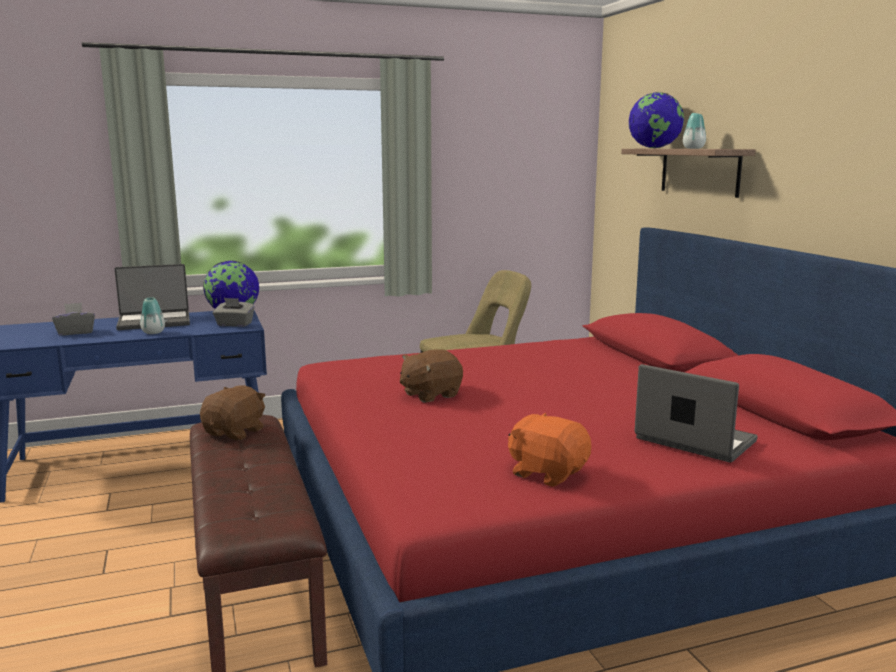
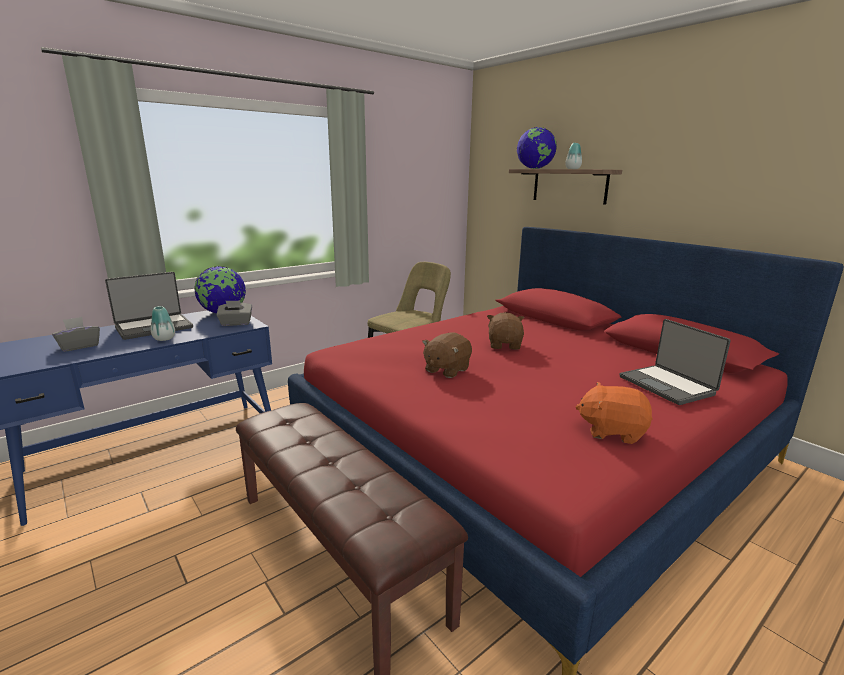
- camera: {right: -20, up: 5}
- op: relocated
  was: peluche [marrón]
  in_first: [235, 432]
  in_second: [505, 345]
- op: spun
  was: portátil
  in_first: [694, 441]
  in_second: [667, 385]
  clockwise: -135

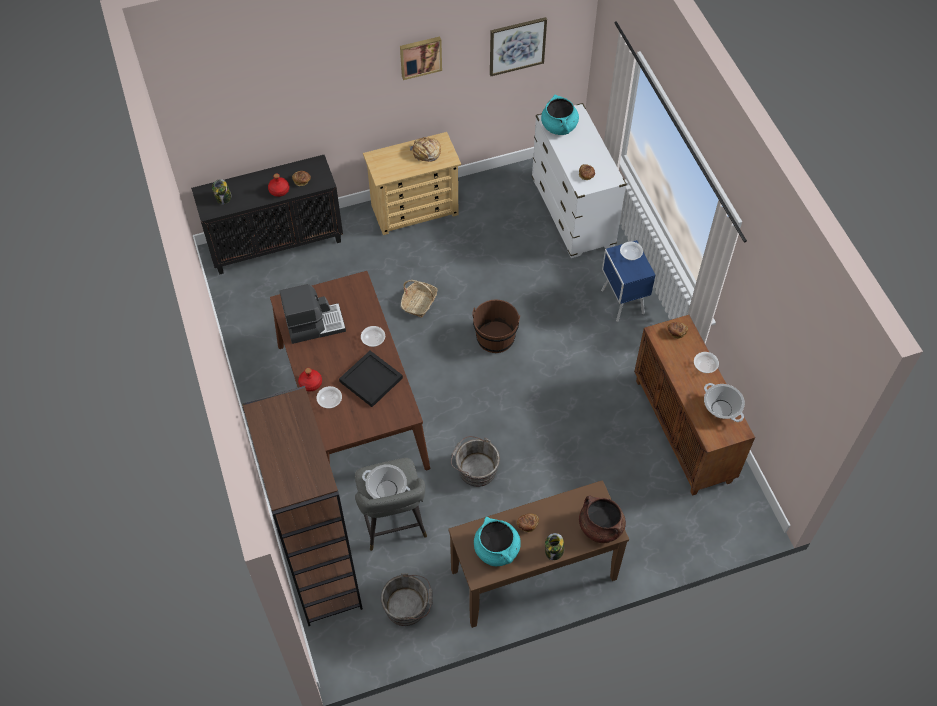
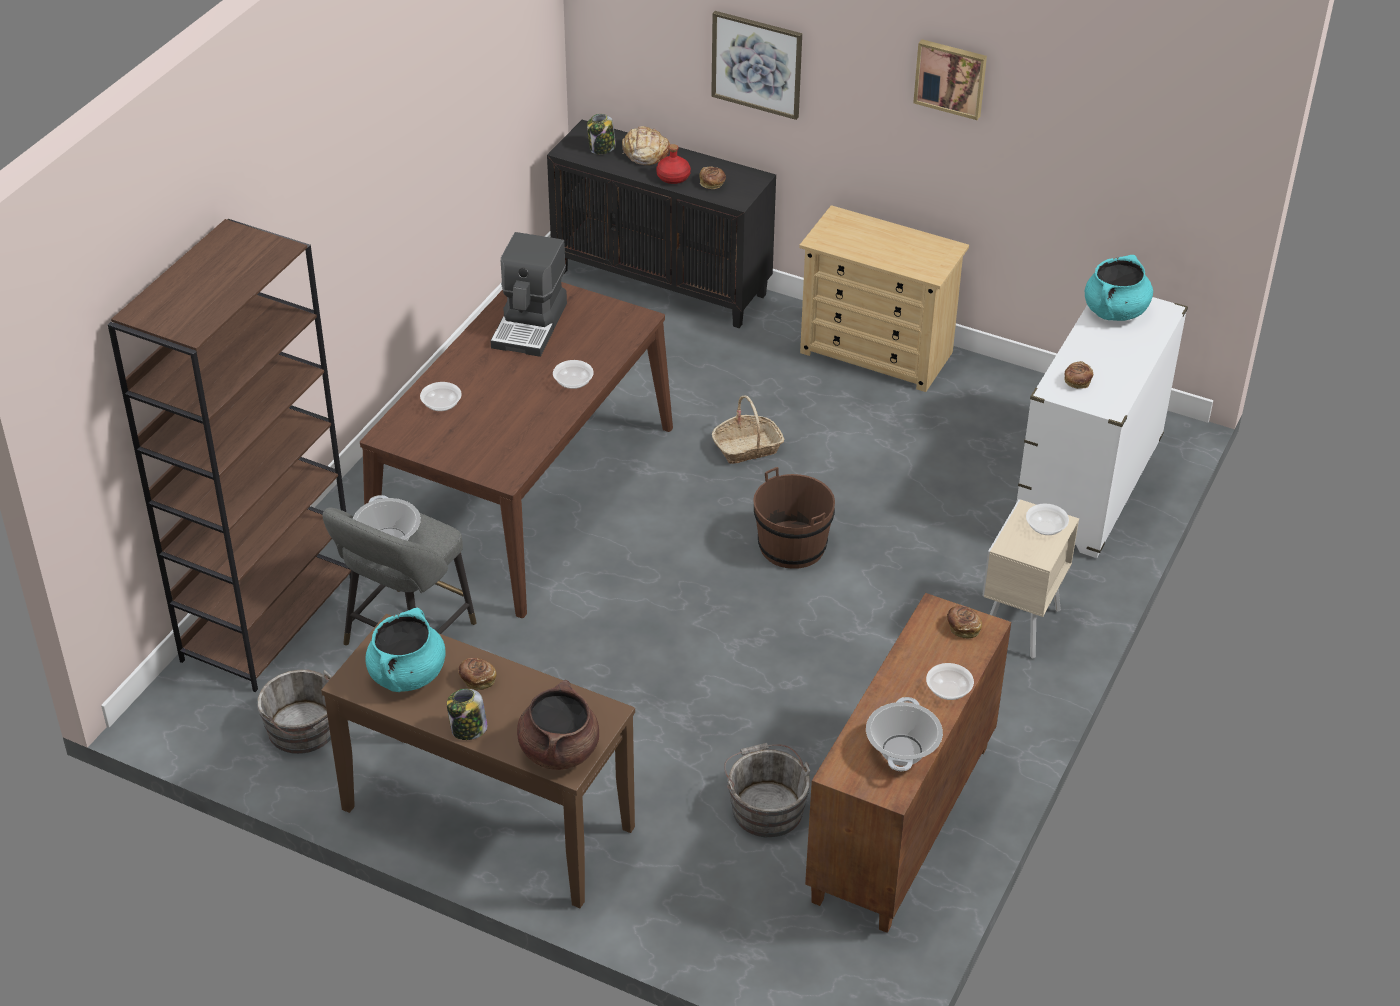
- camera: {right: 45, up: -15}
- op: spun
  was: cafetera
  in_first: [314, 324]
  in_second: [531, 325]
  clockwise: 75
- op: relocated
  was: pan
  in_first: [426, 153]
  in_second: [645, 153]
- op: relocated
  was: cuadro
  in_first: [517, 46]
  in_second: [757, 64]
- op: relocated
  was: cubo [gris]
  in_first: [475, 468]
  in_second: [766, 806]
- op: colour
  was: mesita de noche [azul]
  now: mesita de noche [beis]
  in_first: [622, 303]
  in_second: [1018, 626]
- op: missing
  was: botella [rojo]
  in_first: [311, 383]
- op: missing
  was: bandeja [negro]
  in_first: [370, 380]

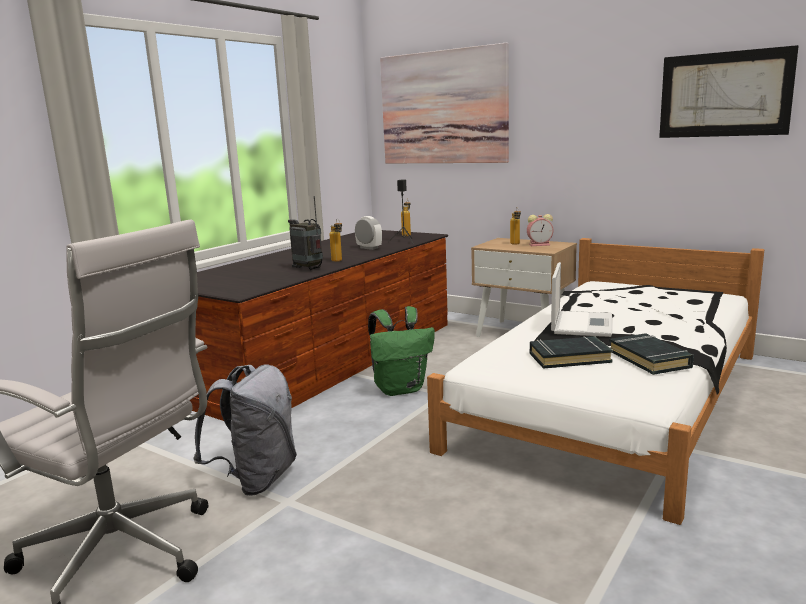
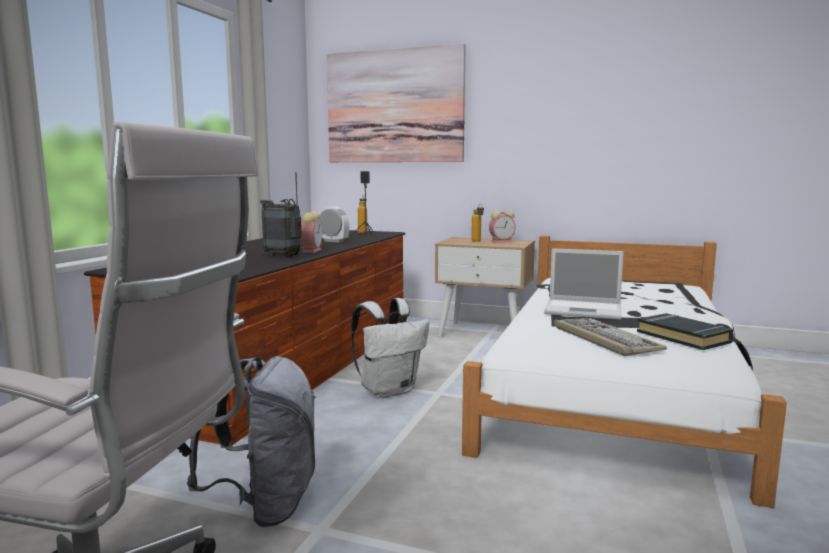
- camera: {right: -15, up: -5}
- op: exchanged
  was: botella
  now: despertador
  in_first: [338, 261]
  in_second: [312, 251]
- op: colour
  was: mochila [verde]
  now: mochila [blanco]
  in_first: [400, 389]
  in_second: [389, 390]
- op: spun
  was: portátil
  in_first: [581, 324]
  in_second: [584, 310]
  clockwise: 105
- op: exchanged
  was: libro [negro]
  now: teclado
  in_first: [569, 357]
  in_second: [603, 339]
- op: missing
  was: cuadro
  in_first: [724, 94]

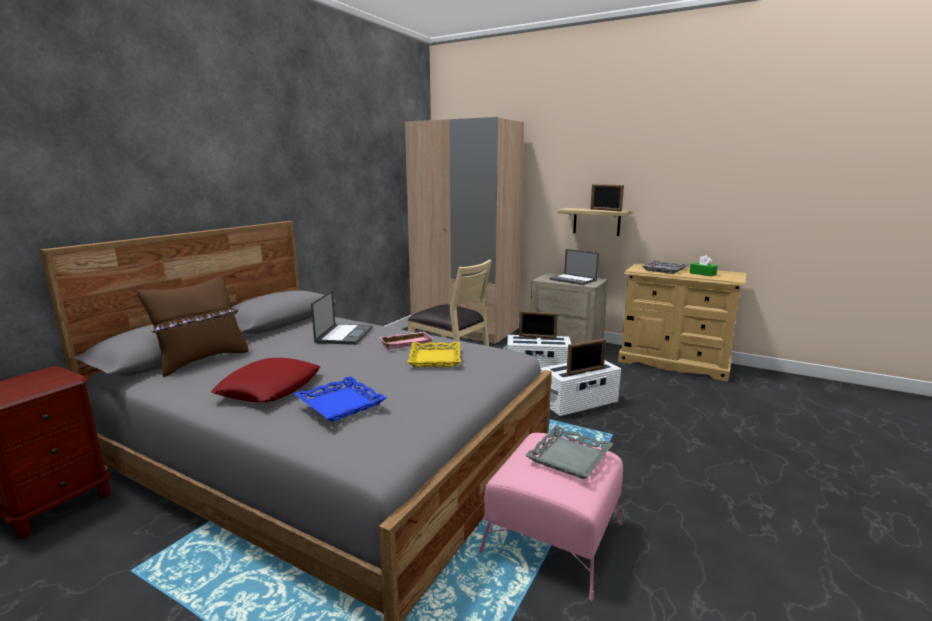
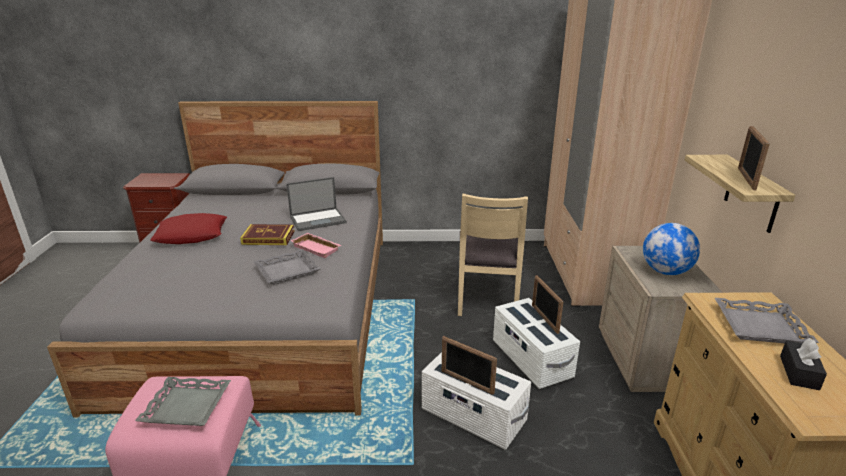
- camera: {right: 60, up: 10}
- op: appeared
  now: libro
  in_second: [268, 237]
- op: colour
  was: bandeja [amarillo]
  now: bandeja [gris]
  in_first: [434, 358]
  in_second: [287, 271]
- op: exchanged
  was: portátil
  now: globo terráqueo
  in_first: [574, 280]
  in_second: [665, 271]
- op: colour
  was: caja de pañuelos [verde]
  now: caja de pañuelos [negro]
  in_first: [702, 274]
  in_second: [799, 372]
- op: missing
  was: cojín [marrón]
  in_first: [202, 360]
- op: missing
  was: bandeja [azul]
  in_first: [341, 404]

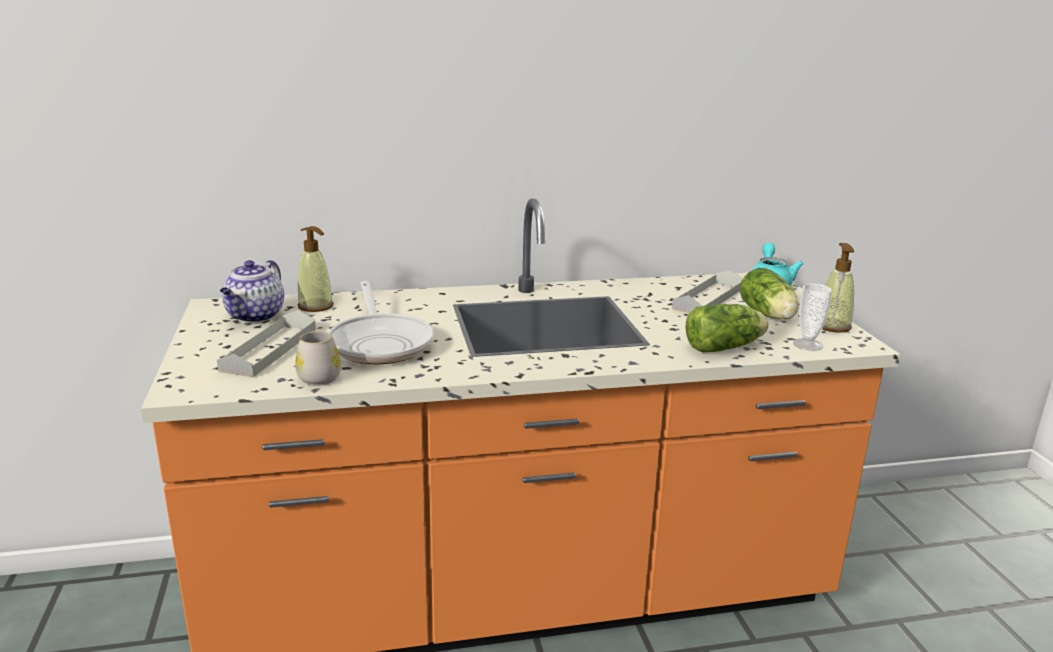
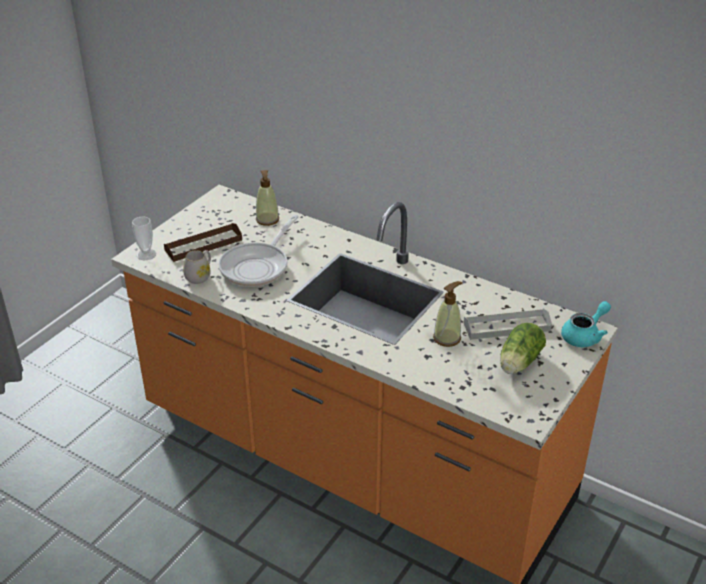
- camera: {right: 45, up: 15}
- op: relocated
  was: taza
  in_first: [807, 344]
  in_second: [146, 254]
- op: colour
  was: bandeja [gris]
  now: bandeja [marrón]
  in_first: [269, 349]
  in_second: [203, 245]
- op: relocated
  was: dispensador de jabón
  in_first: [832, 326]
  in_second: [447, 338]
- op: missing
  was: tetera
  in_first: [255, 316]
- op: missing
  was: lechuga
  in_first: [726, 347]

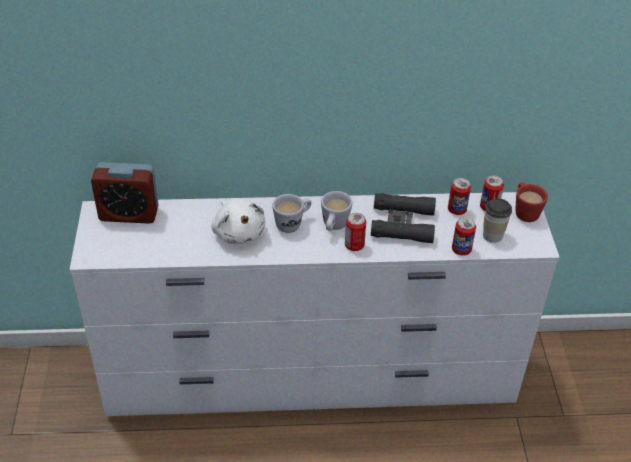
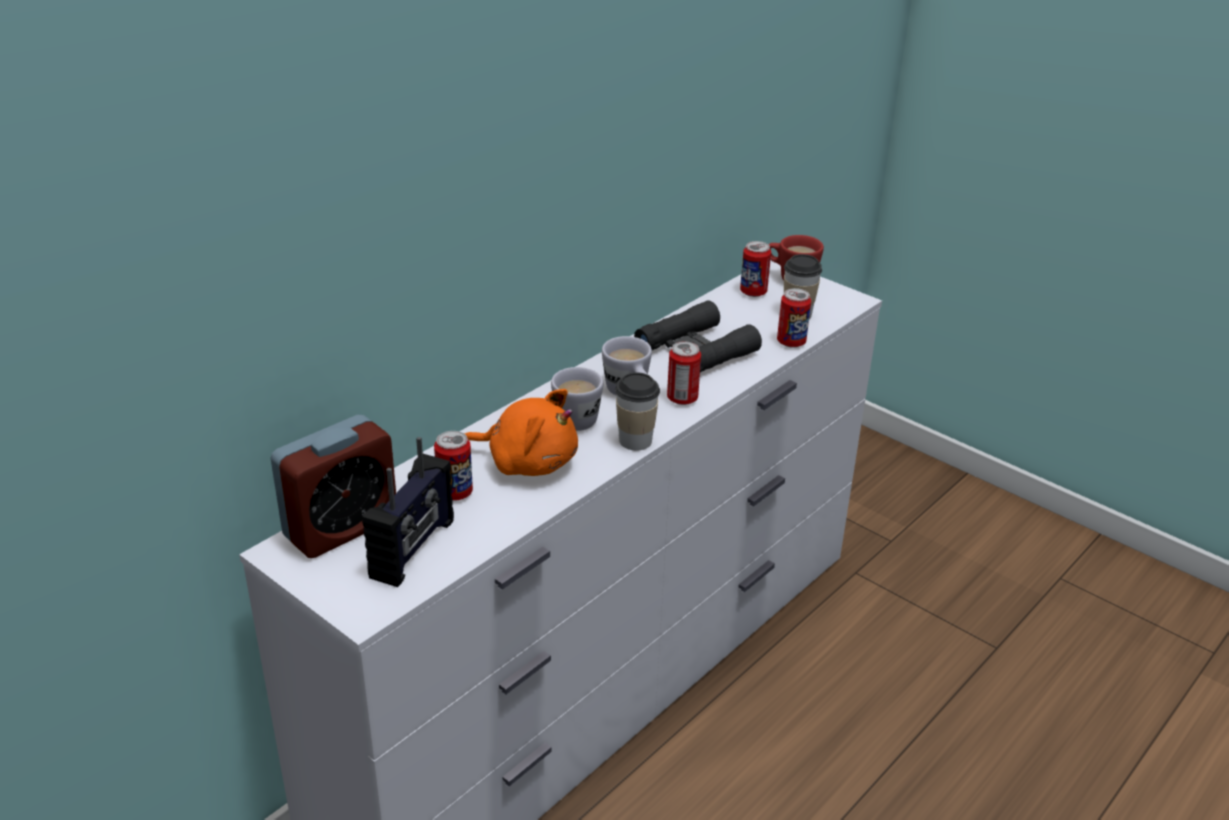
- camera: {right: -45, up: -10}
- op: appeared
  now: radio
  in_second: [414, 549]
- op: relocated
  was: lata
  in_first: [456, 210]
  in_second: [455, 493]
- op: colour
  was: peluche [blanco]
  now: peluche [naranja]
  in_first: [238, 232]
  in_second: [528, 462]
- op: appeared
  now: taza
  in_second: [635, 440]

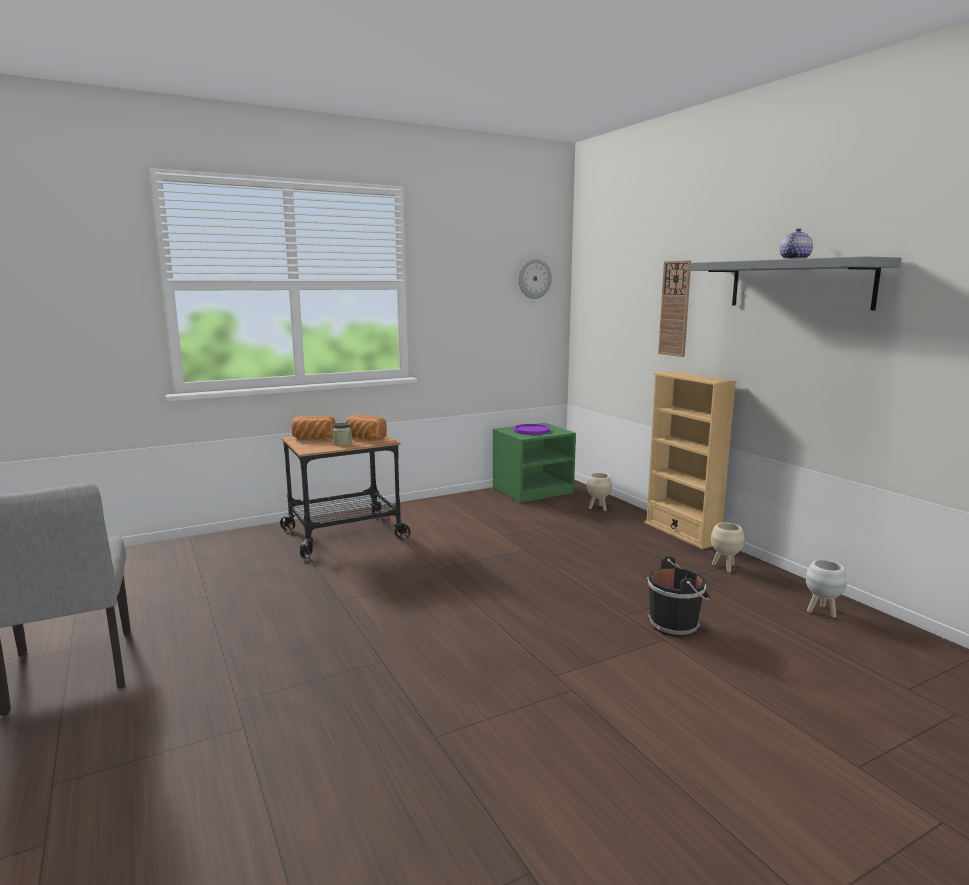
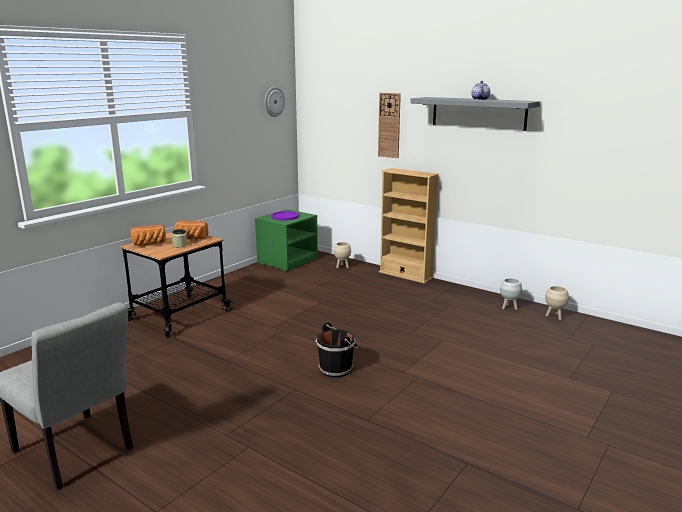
- camera: {right: -25, up: 5}
- op: relocated
  was: cubo [negro]
  in_first: [675, 625]
  in_second: [337, 368]
- op: relocated
  was: maceta [beis]
  in_first: [725, 567]
  in_second: [554, 317]

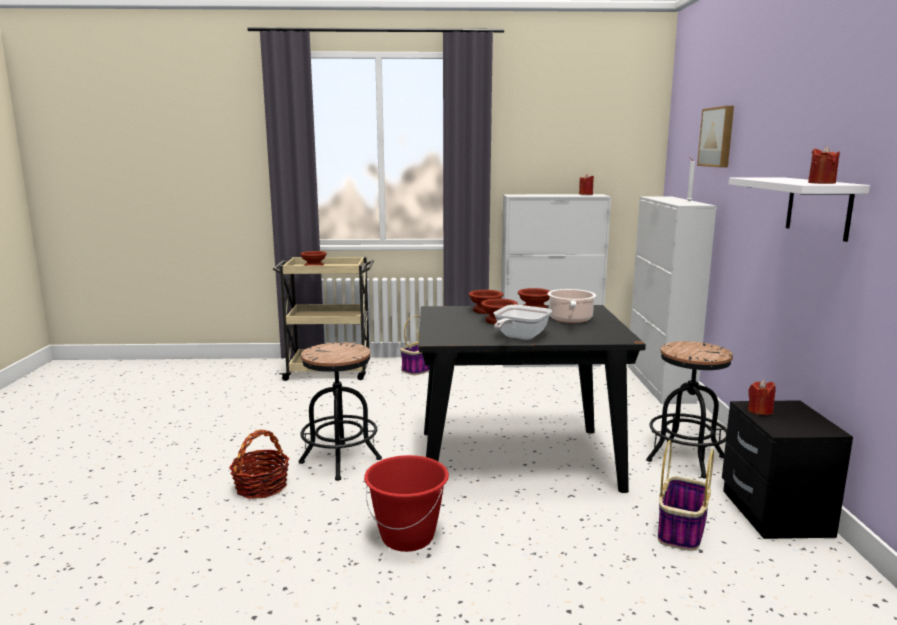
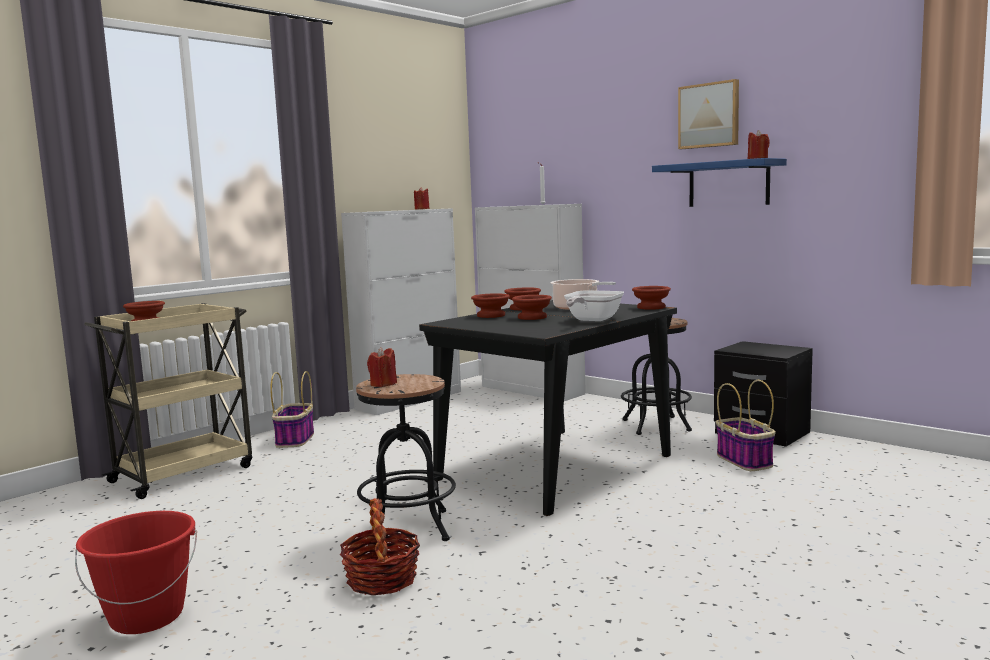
- camera: {right: -45, up: -5}
- op: relocated
  was: cubo [rojo]
  in_first: [408, 537]
  in_second: [147, 616]
- op: relocated
  was: vela [rojo]
  in_first: [760, 411]
  in_second: [383, 384]
- op: spun
  was: sartén
  in_first: [518, 337]
  in_second: [591, 320]
  clockwise: 45
- op: appeared
  now: cuenco [marrón]
  in_second: [652, 307]
- op: colour
  was: estante [blanco]
  now: estante [azul]
  in_first: [818, 207]
  in_second: [728, 184]
- op: relocated
  was: cuadro
  in_first: [718, 137]
  in_second: [709, 115]

